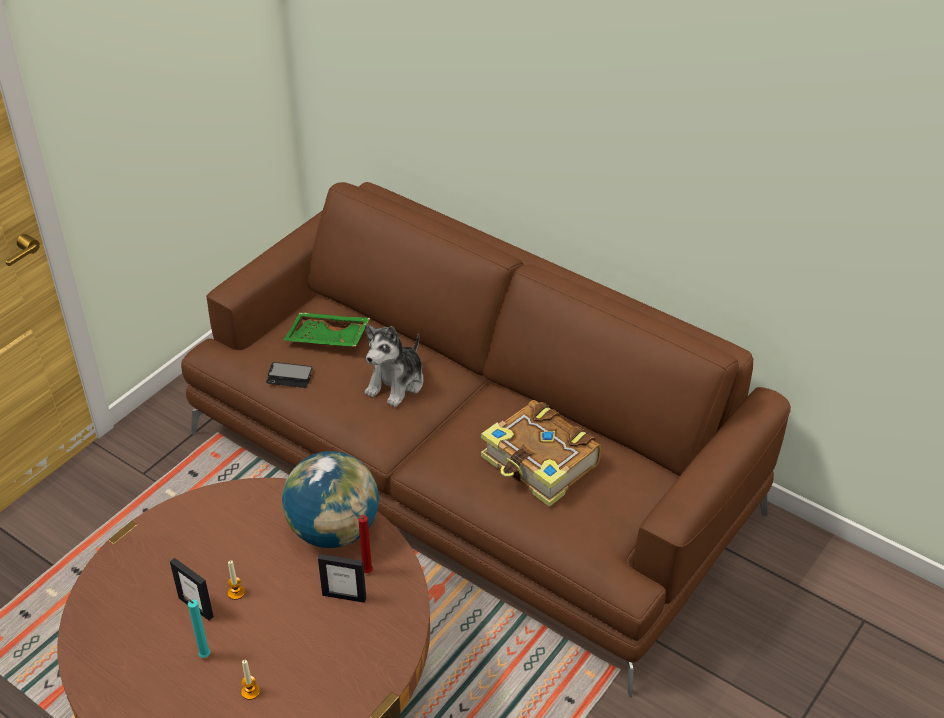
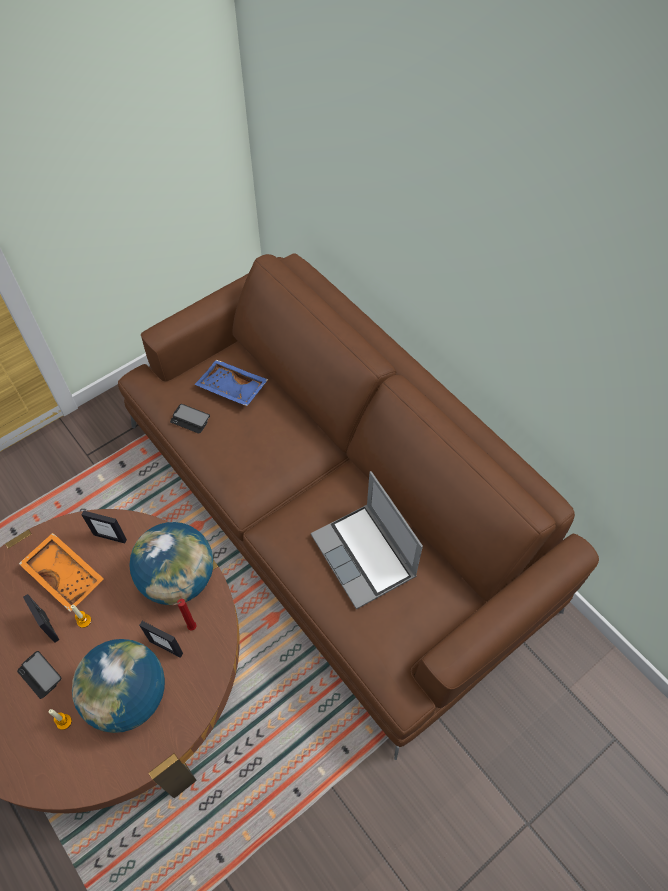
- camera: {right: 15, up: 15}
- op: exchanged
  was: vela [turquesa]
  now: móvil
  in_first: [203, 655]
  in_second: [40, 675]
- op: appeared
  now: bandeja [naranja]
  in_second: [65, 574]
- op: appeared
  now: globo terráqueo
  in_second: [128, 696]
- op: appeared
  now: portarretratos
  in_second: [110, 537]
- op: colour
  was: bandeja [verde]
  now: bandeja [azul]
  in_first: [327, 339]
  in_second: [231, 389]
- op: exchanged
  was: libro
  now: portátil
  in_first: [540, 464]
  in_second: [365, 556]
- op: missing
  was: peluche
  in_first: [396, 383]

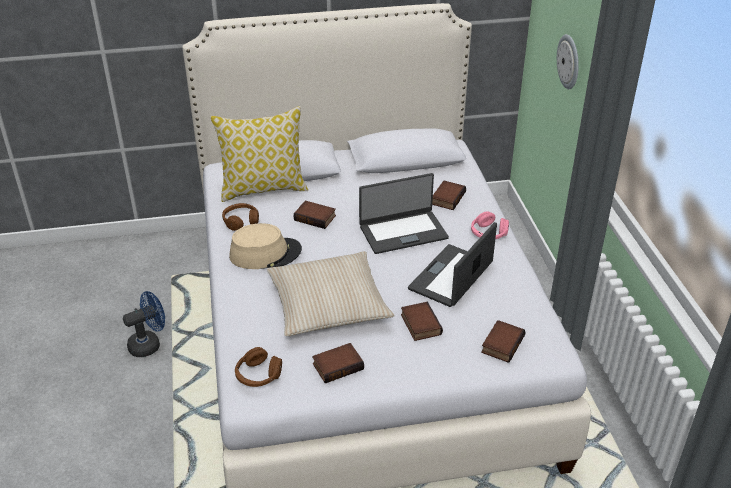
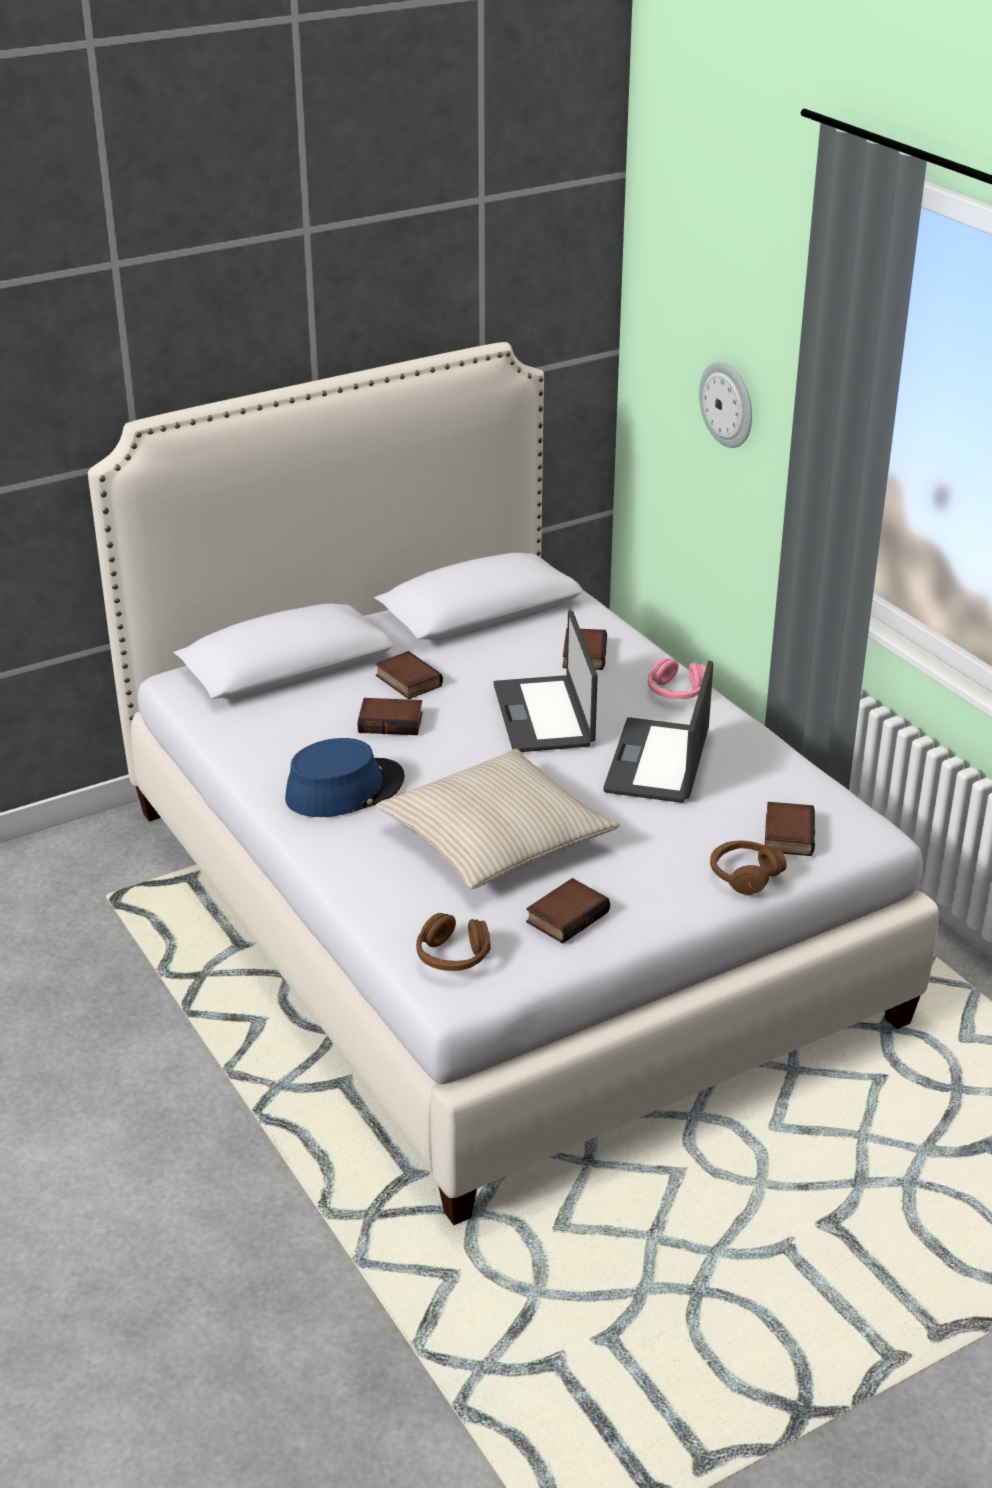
- camera: {right: -20, up: -5}
- op: colour
  was: sombrero [beis]
  now: sombrero [azul]
  in_first: [265, 253]
  in_second: [344, 789]
- op: relocated
  was: libro
  in_first: [419, 324]
  in_second: [406, 681]
- op: spun
  was: portátil
  in_first: [403, 232]
  in_second: [545, 715]
  clockwise: 120
- op: relocated
  was: auriculares [marrón]
  in_first: [240, 221]
  in_second: [744, 875]
- op: missing
  was: ventilador [azul]
  in_first: [149, 344]
- op: missing
  was: cojín
  in_first: [263, 188]

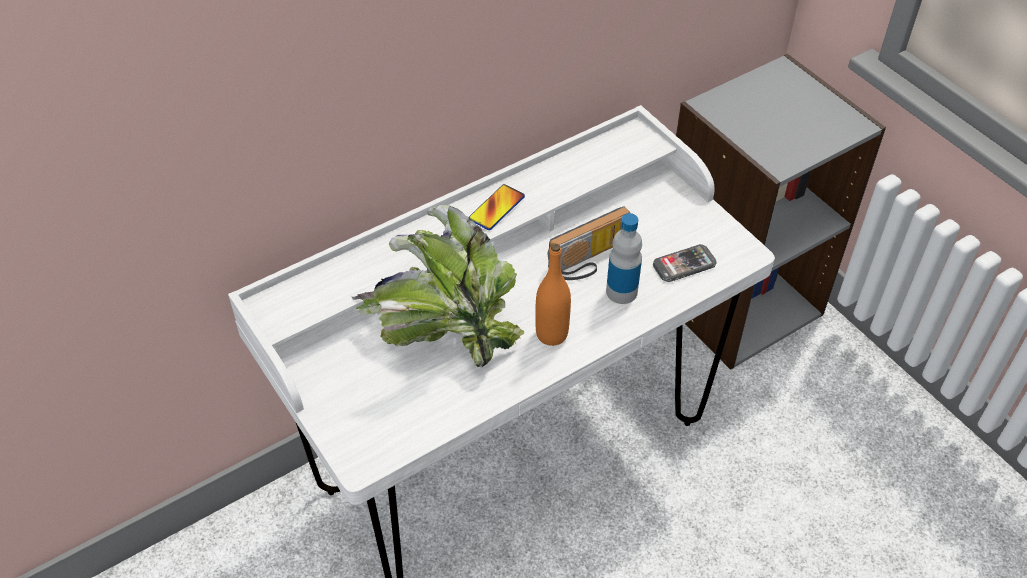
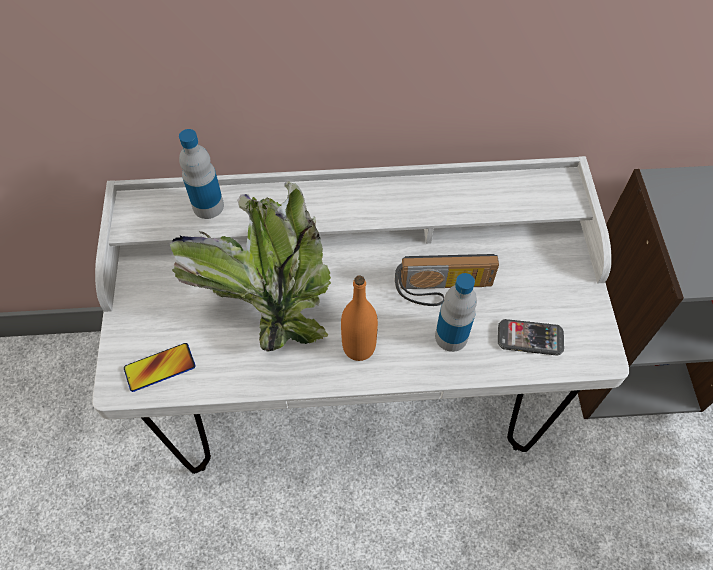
- camera: {right: 30, up: 10}
- op: relocated
  was: móvil
  in_first: [496, 208]
  in_second: [160, 367]
- op: appeared
  now: botella
  in_second: [208, 206]

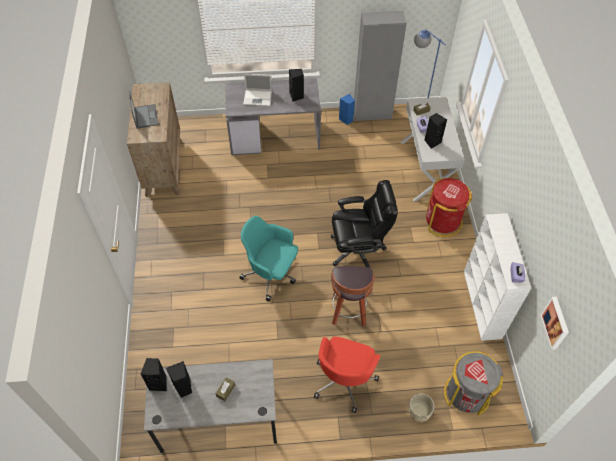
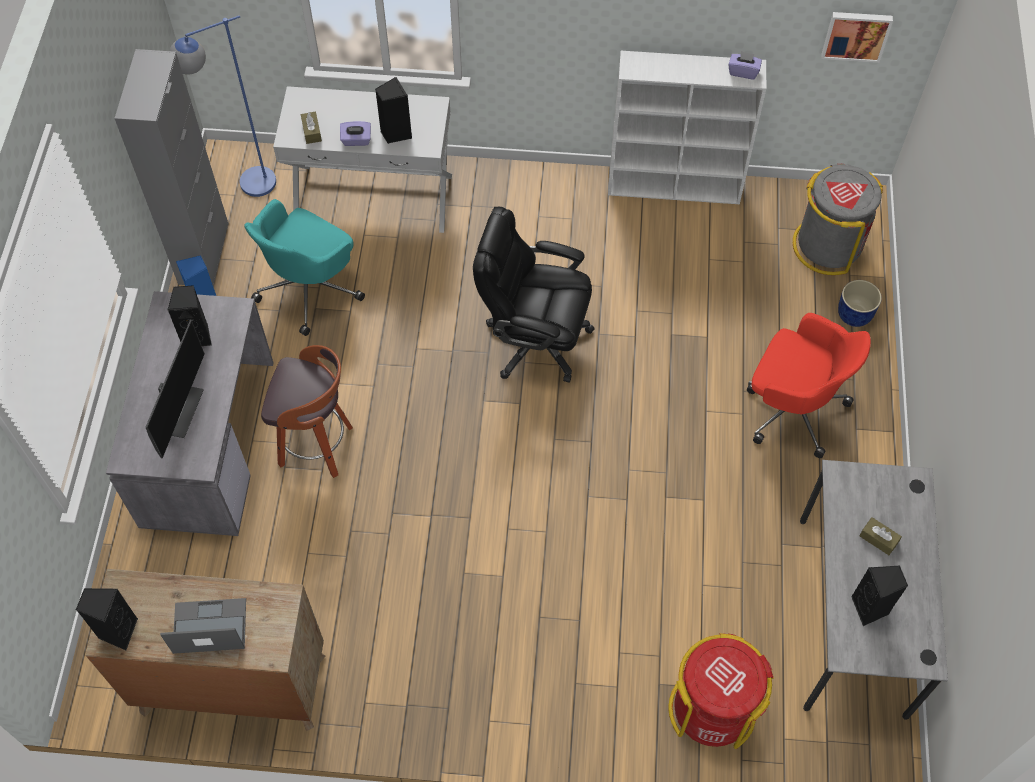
- camera: {right: -80, up: 5}
- op: relocated
  was: altavoz [negro]
  in_first: [159, 383]
  in_second: [118, 631]
- op: exchanged
  was: portátil
  now: monitor
  in_first: [258, 97]
  in_second: [177, 409]
- op: relocated
  was: silla de oficina [turquesa]
  in_first: [271, 274]
  in_second: [310, 288]
- op: relocated
  was: taburete
  in_first: [349, 312]
  in_second: [318, 446]
- op: spun
  was: silla de oficina [negro]
  in_first: [358, 249]
  in_second: [534, 340]
  clockwise: -75
- op: relocated
  was: papelera [rojo]
  in_first: [443, 221]
  in_second: [712, 709]
- op: colour
  was: maceta [beis]
  now: maceta [azul]
  in_first: [418, 412]
  in_second: [854, 315]

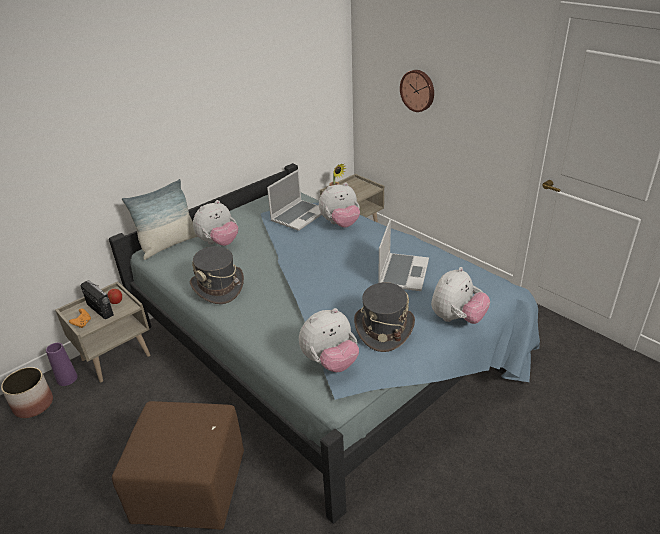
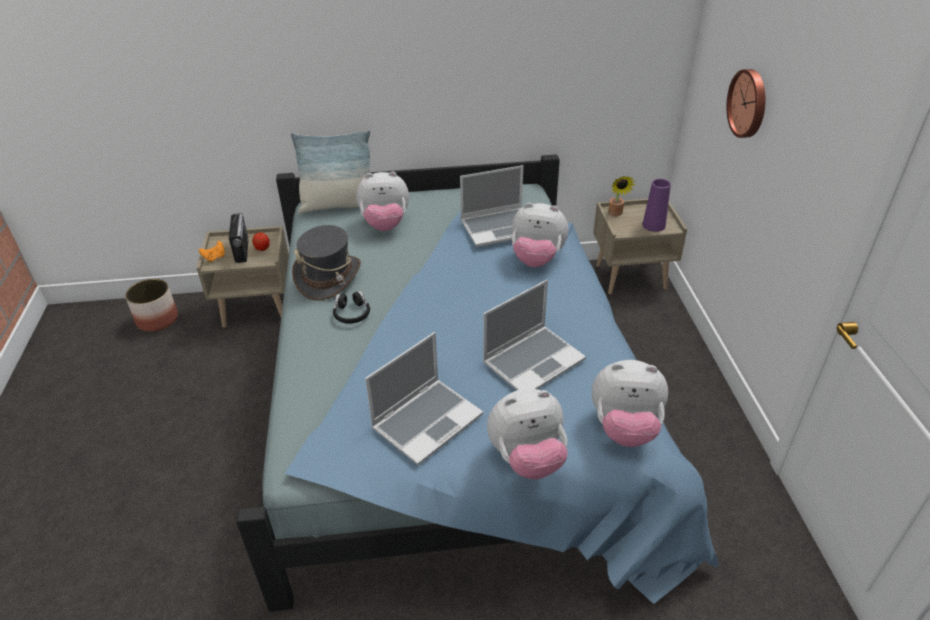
- camera: {right: 35, up: 5}
- op: appeared
  now: auriculares [negro]
  in_second: [352, 313]
- op: exchanged
  was: sombrero [gris]
  now: portátil
  in_first: [384, 328]
  in_second: [427, 421]
- op: relocated
  was: peluche
  in_first: [330, 362]
  in_second: [625, 428]
- op: relocated
  was: florero [morado]
  in_first: [67, 378]
  in_second: [653, 225]
- op: missing
  was: puf [marrón]
  in_first: [192, 487]

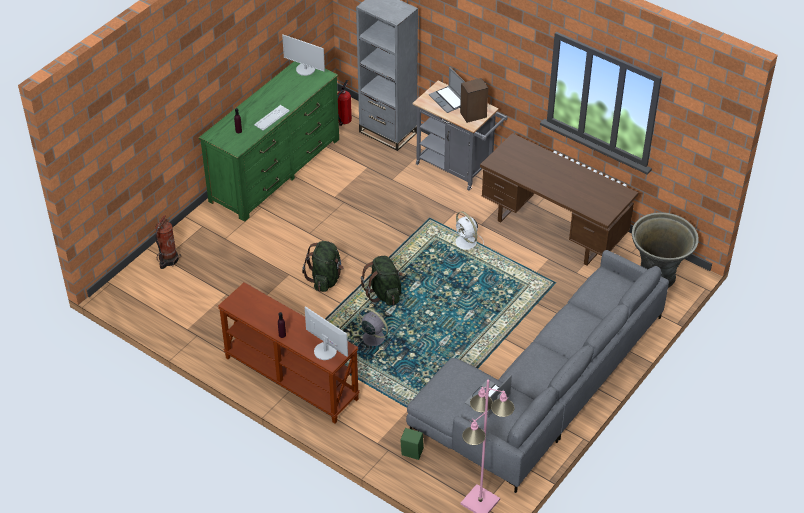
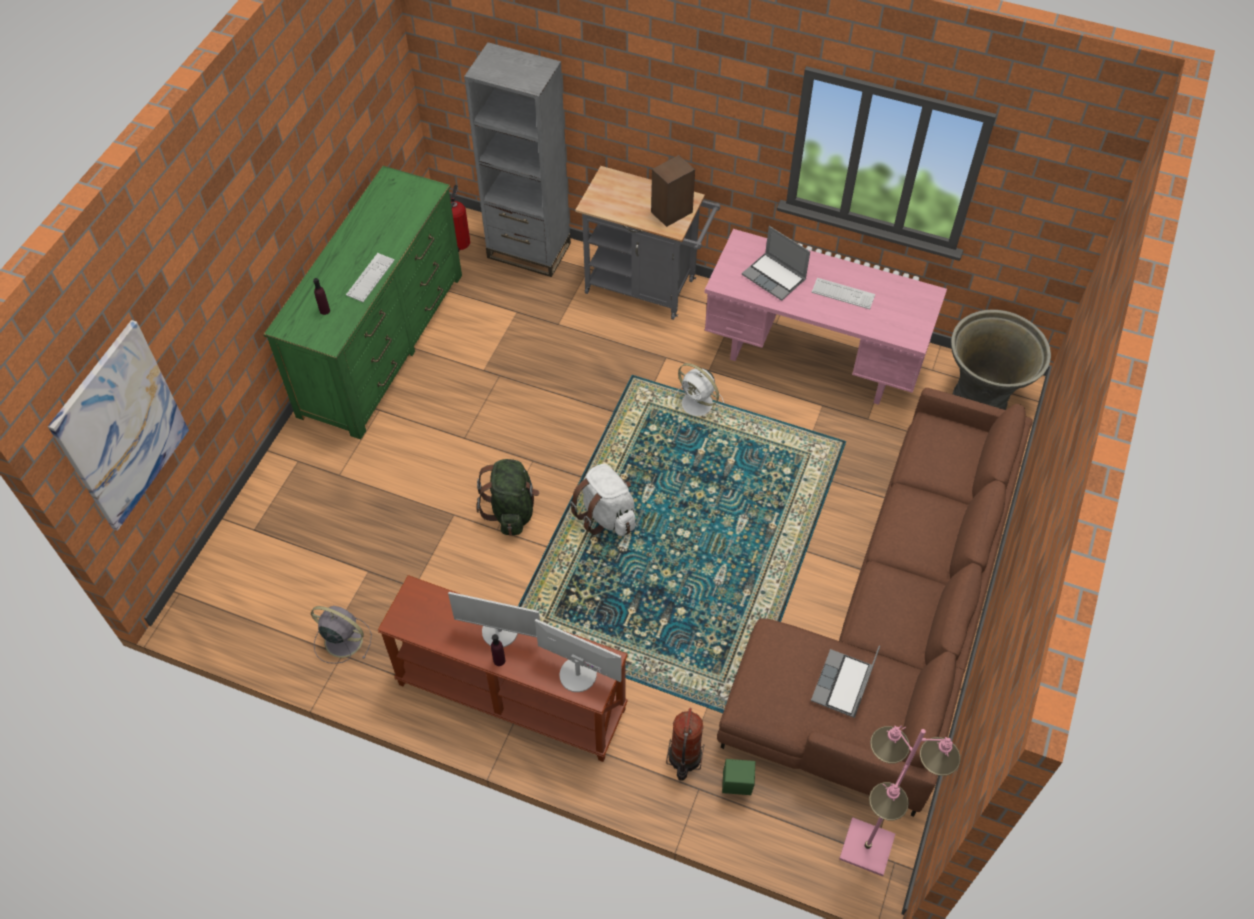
- camera: {right: -15, up: 10}
- op: appeared
  now: cuadro
  in_second: [121, 427]
- op: relocated
  was: ventilador [gris]
  in_first: [372, 337]
  in_second: [342, 639]
- op: relocated
  was: monitor
  in_first: [305, 69]
  in_second: [500, 631]
- op: colour
  was: mochila [verde]
  now: mochila [blanco]
  in_first: [384, 293]
  in_second: [606, 515]
- op: relocated
  was: extintor
  in_first: [168, 260]
  in_second: [683, 758]
- op: colour
  was: escritorio [marrón]
  now: escritorio [rosa]
  in_first: [554, 230]
  in_second: [814, 358]
- op: colour
  was: sofá [gris]
  now: sofá [marrón]
  in_first: [542, 389]
  in_second: [889, 624]
- op: relocated
  was: portátil
  in_first: [449, 100]
  in_second: [775, 277]
- op: appeared
  now: teclado
  in_second: [843, 294]

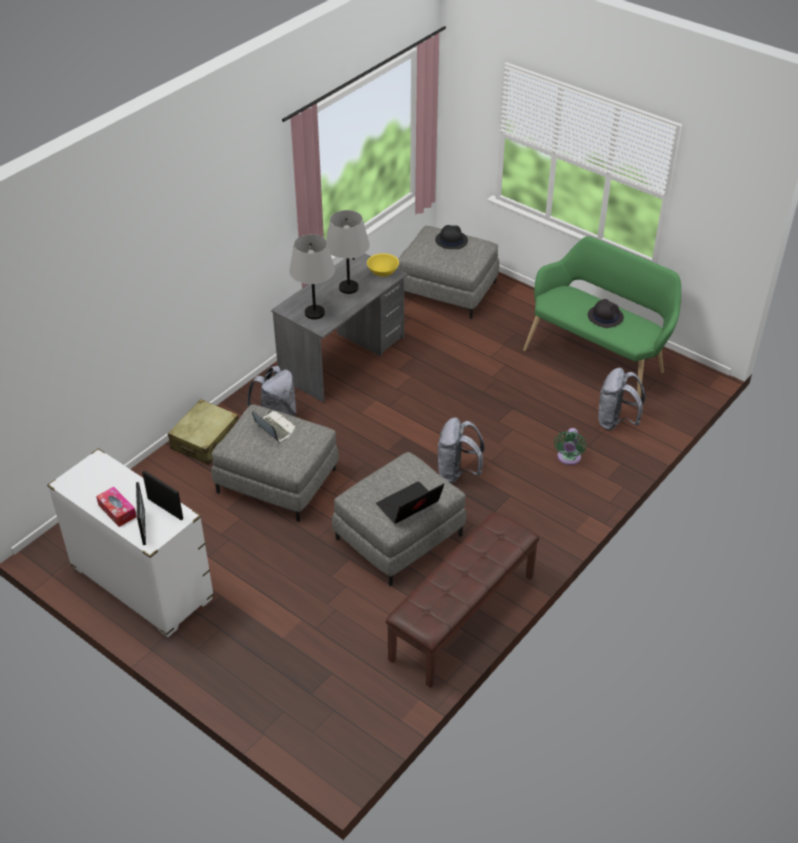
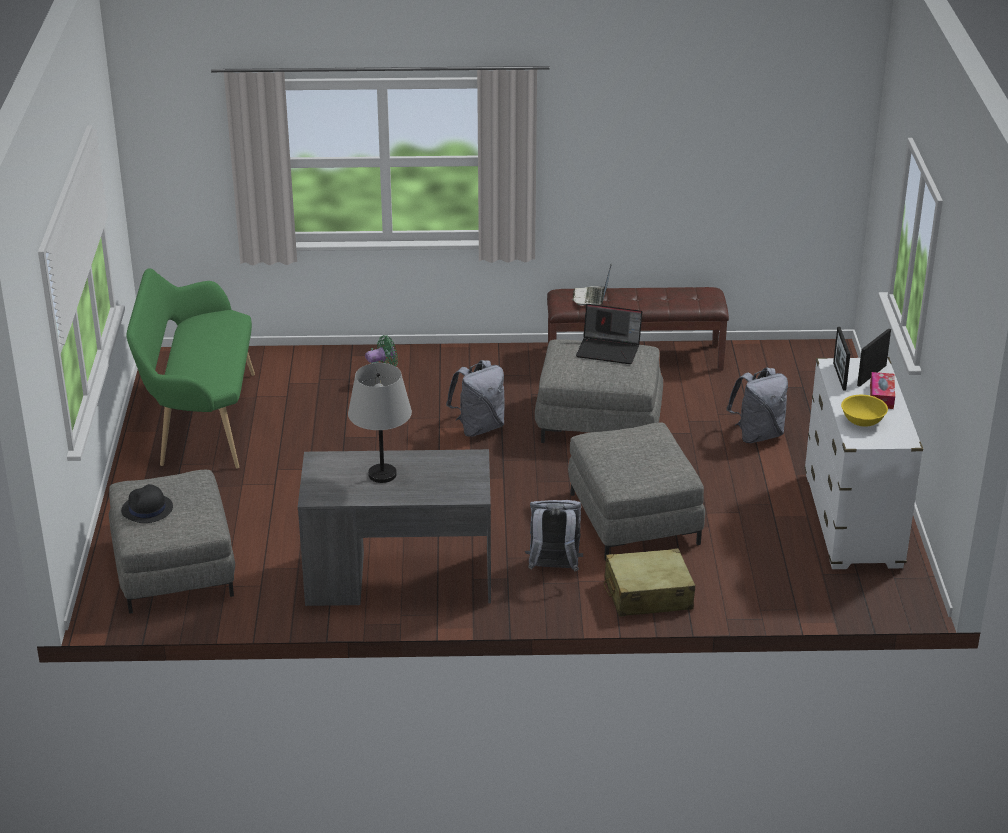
- camera: {right: -130, up: -10}
- op: relocated
  was: portátil
  in_first: [274, 428]
  in_second: [592, 297]
- op: relocated
  was: mochila [gris]
  in_first: [616, 422]
  in_second: [757, 435]
- op: relocated
  was: cuenco [amarillo]
  in_first: [383, 272]
  in_second: [863, 421]
- op: missing
  was: lámpara de mesa [gris]
  in_first: [314, 313]
- op: missing
  was: sombrero [negro]
  in_first: [605, 316]

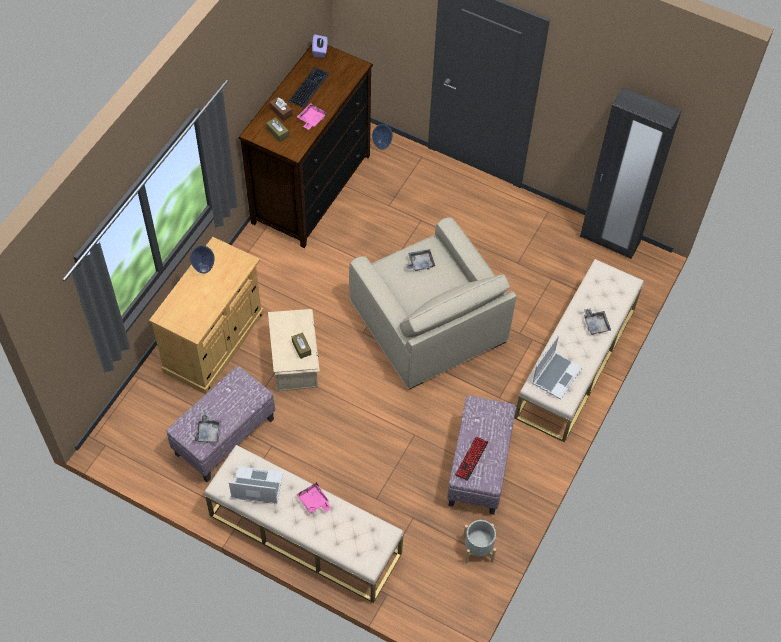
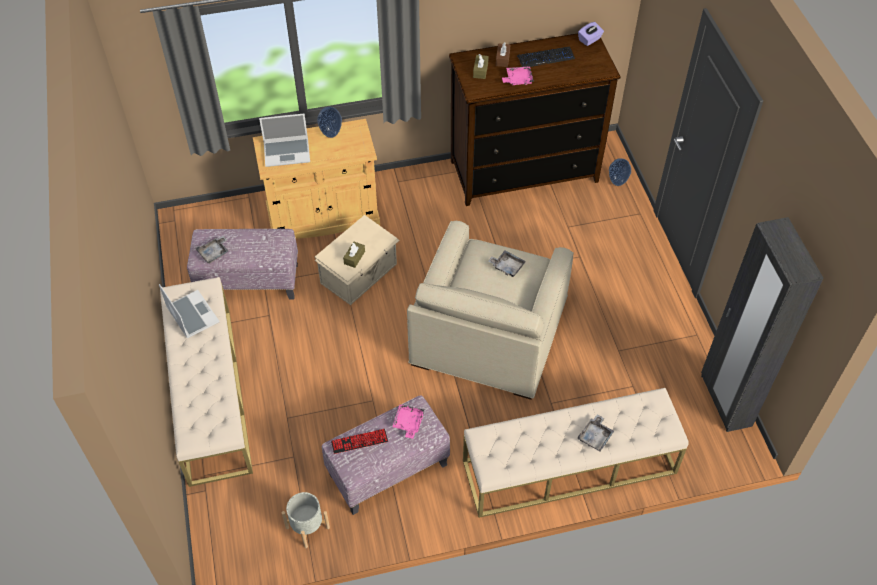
- camera: {right: 50, up: -5}
- op: relocated
  was: portátil
  in_first: [556, 375]
  in_second: [287, 152]
- op: relocated
  was: bandeja [rosa]
  in_first: [314, 501]
  in_second: [408, 423]

